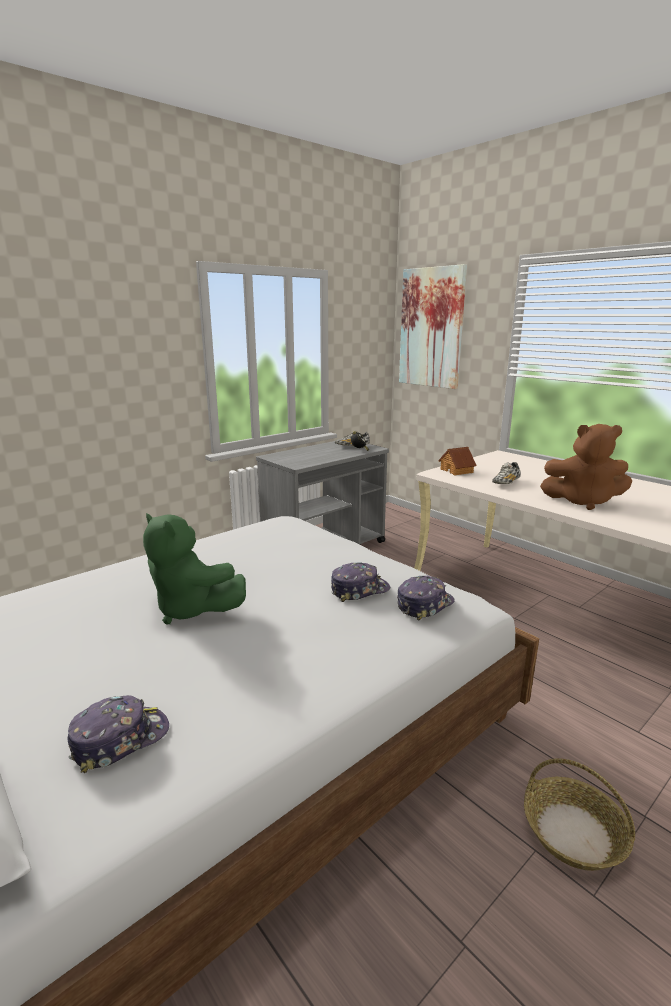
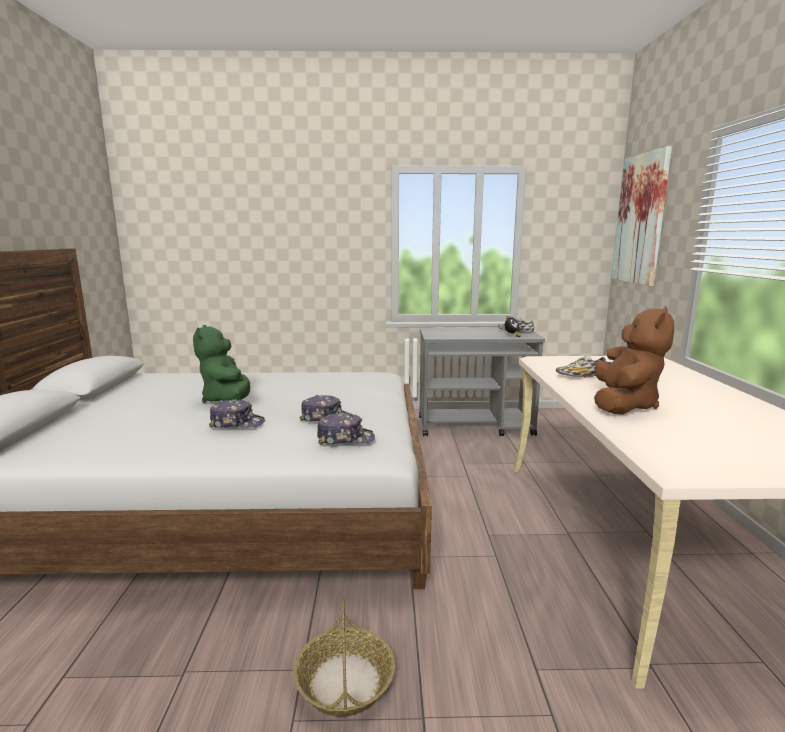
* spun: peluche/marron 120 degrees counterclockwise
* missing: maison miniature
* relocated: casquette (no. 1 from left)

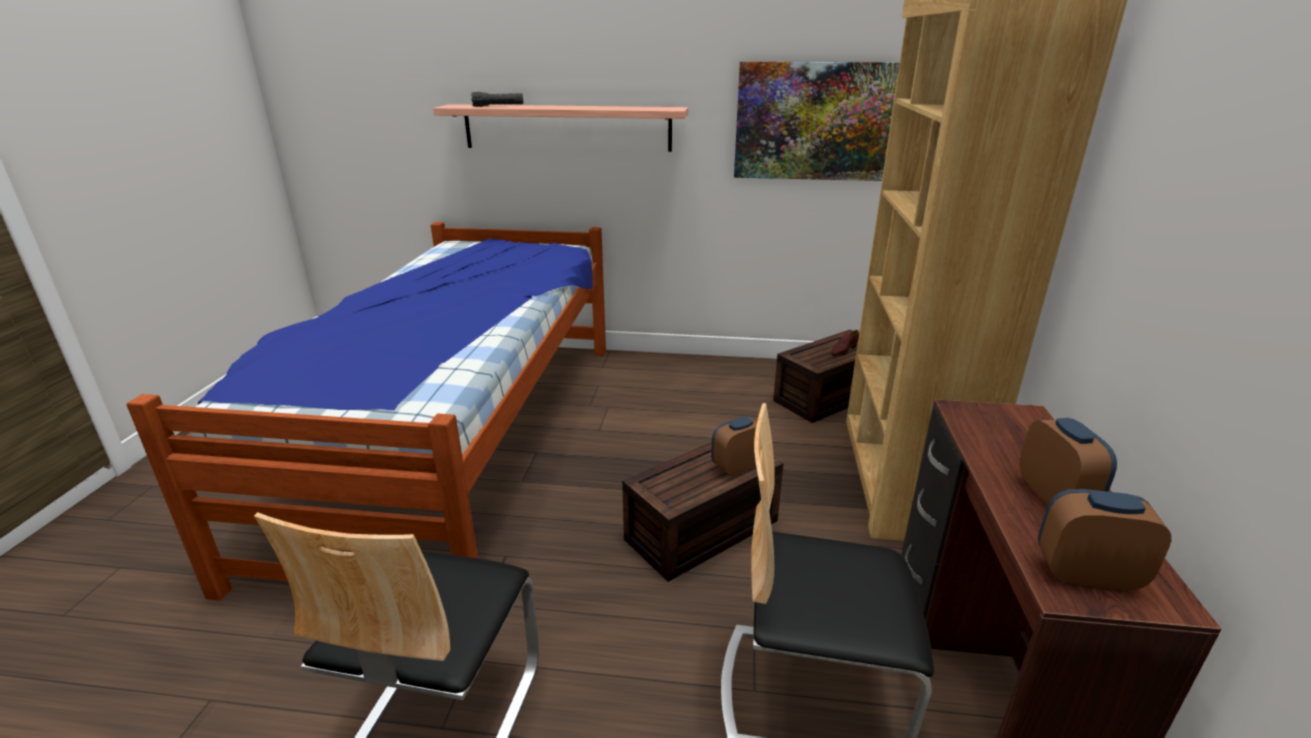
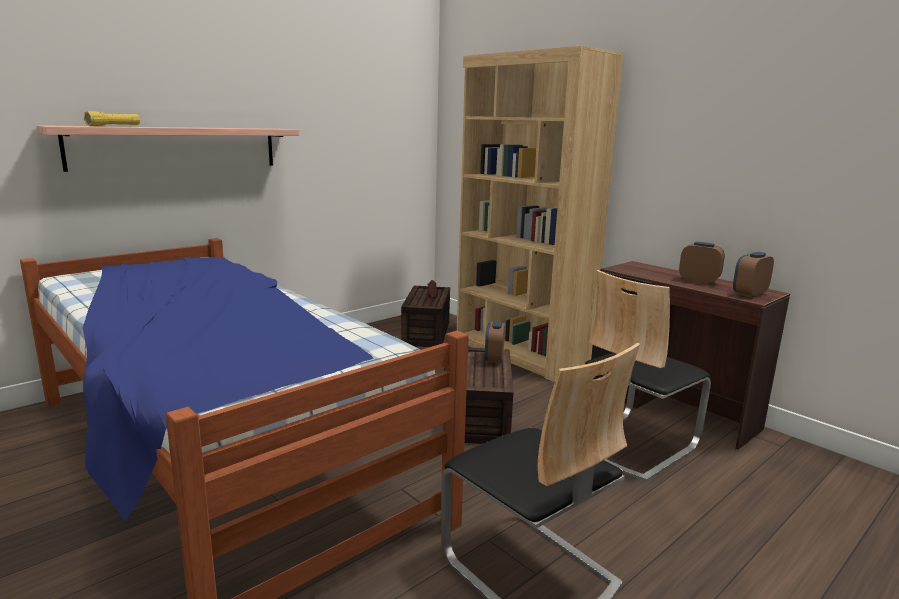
* missing: tableau
* colour: lampe de poche/noir to lampe de poche/jaune

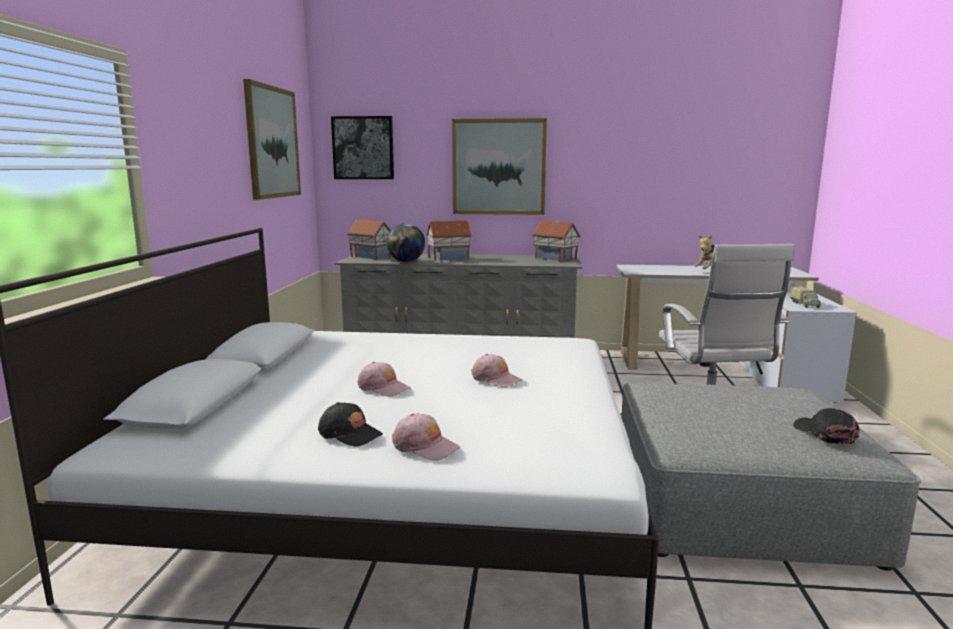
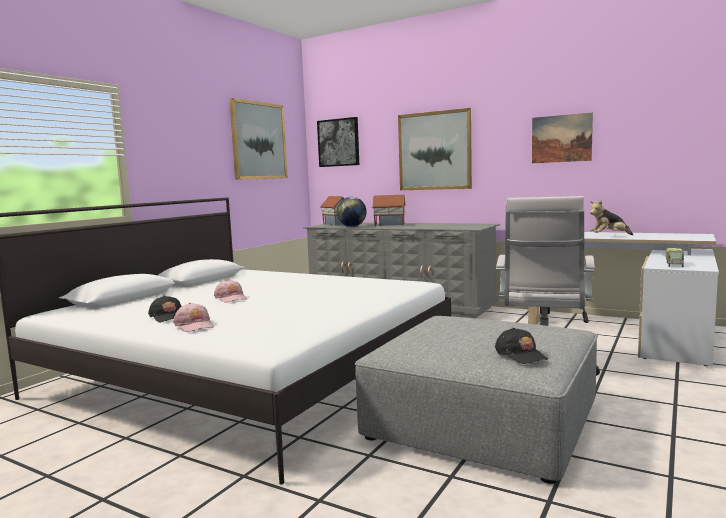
* missing: maison miniature (no. 3 from left)
* missing: casquette/rose (no. 3 from left)
* spun: casquette/noir (no. 2 from left) 150 degrees clockwise
* appeared: tableau (no. 4 from left)

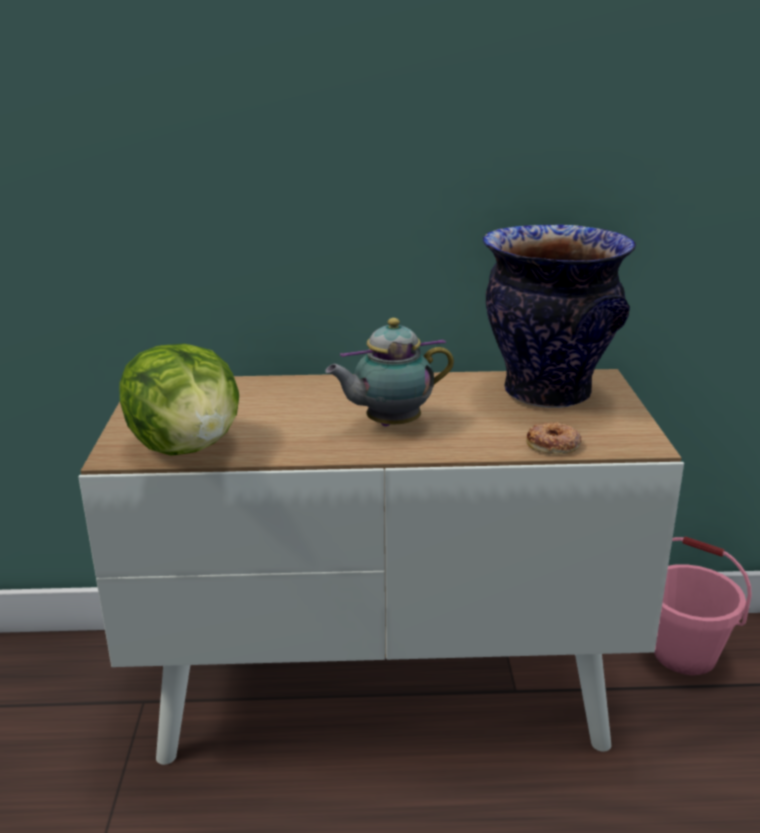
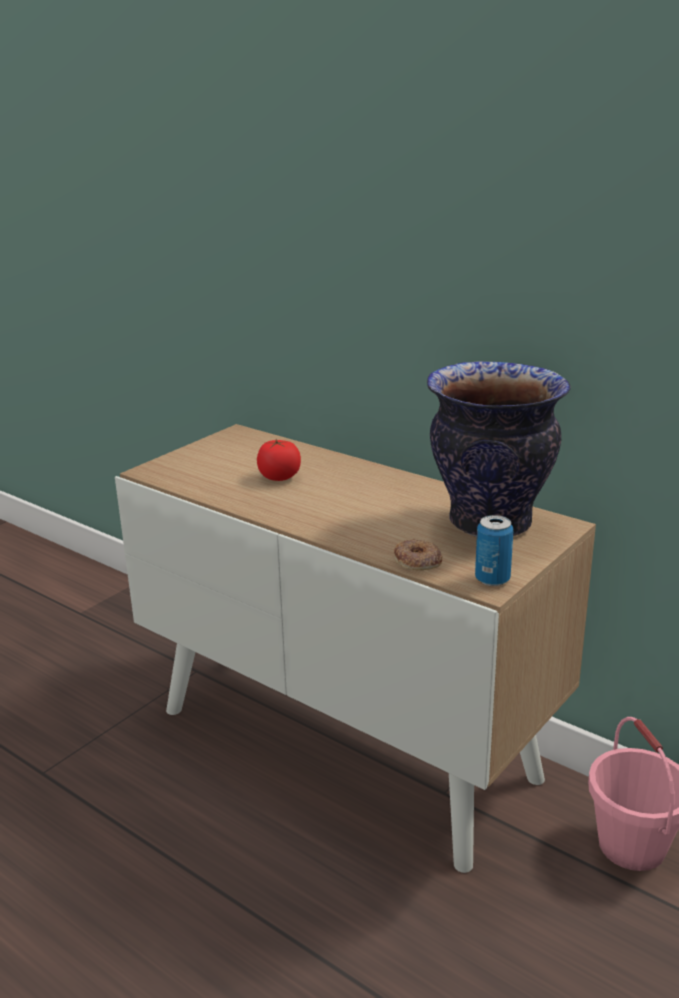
* missing: théière
* missing: laitue
* appeared: tomate
* appeared: boîte métallique

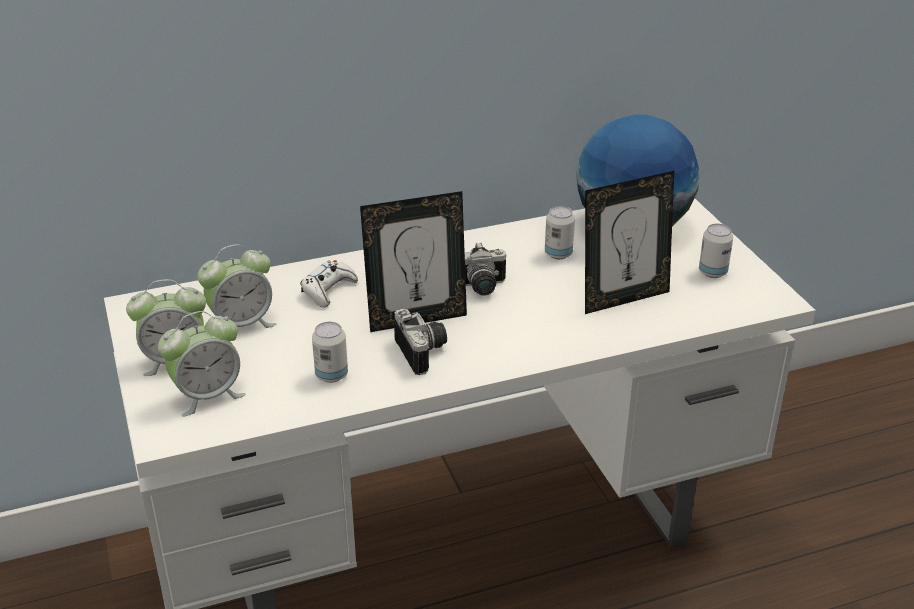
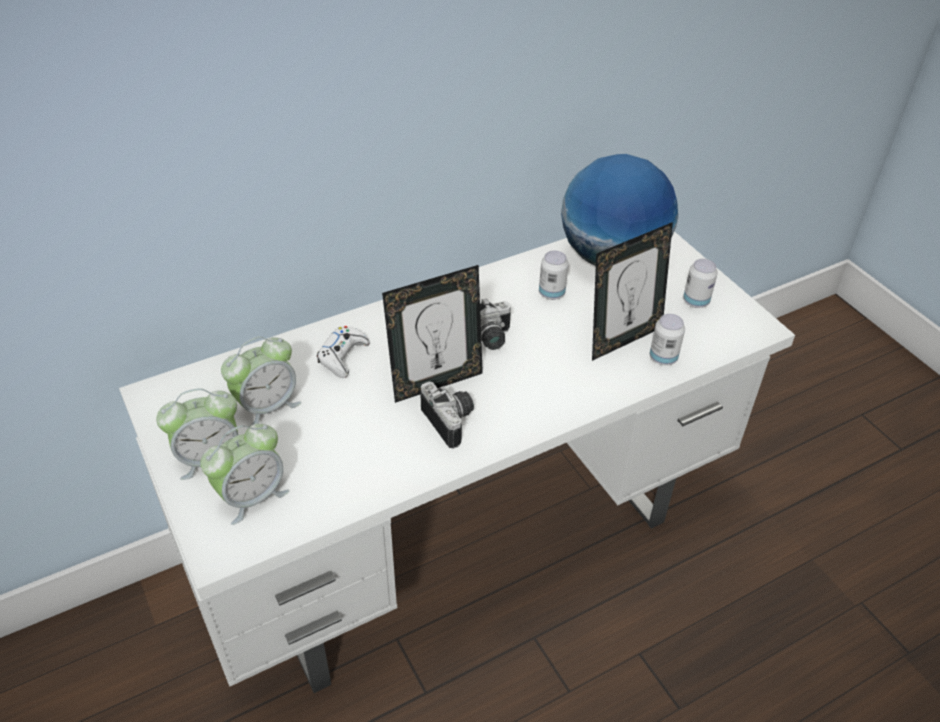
* relocated: boîte métallique (no. 1 from left in the first image) to boîte métallique (no. 2 from left)

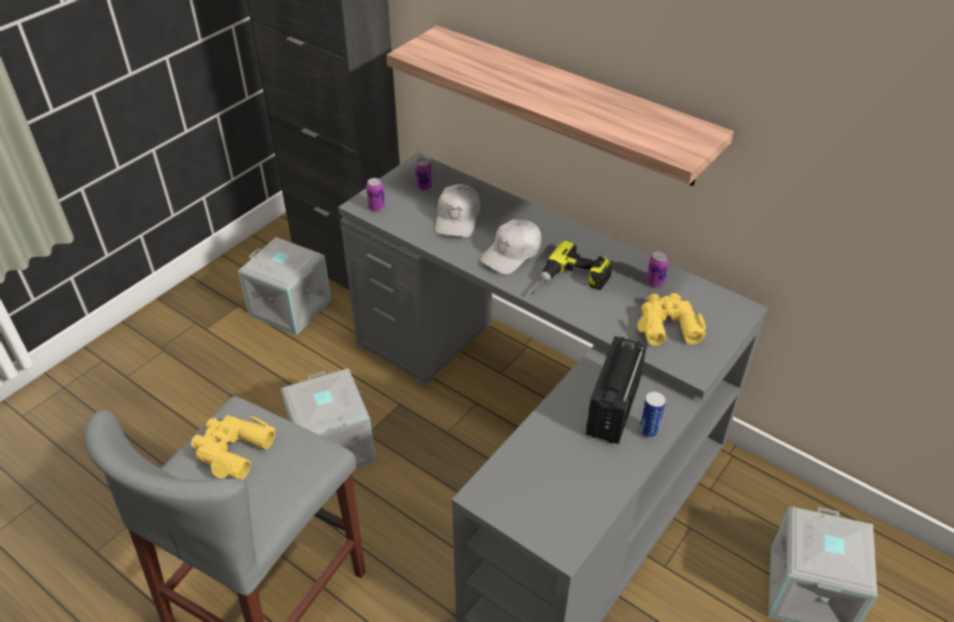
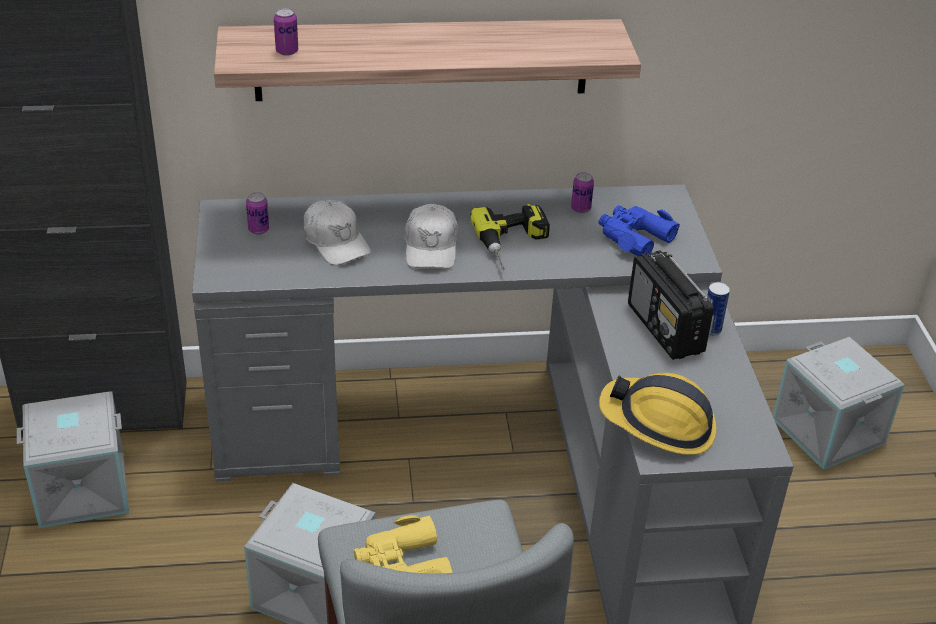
* relocated: boîte métallique (no. 1 from left in the first image) to boîte métallique (no. 2 from left)
* colour: jumelles/jaune (no. 2 from left) to jumelles/bleu
* appeared: casque de chantier

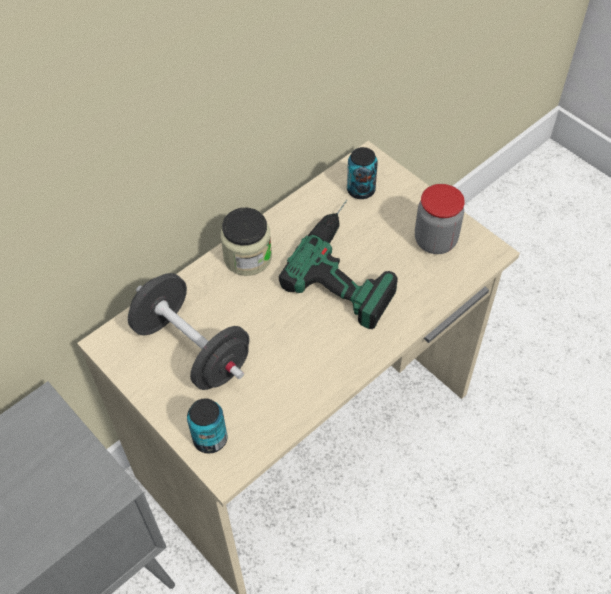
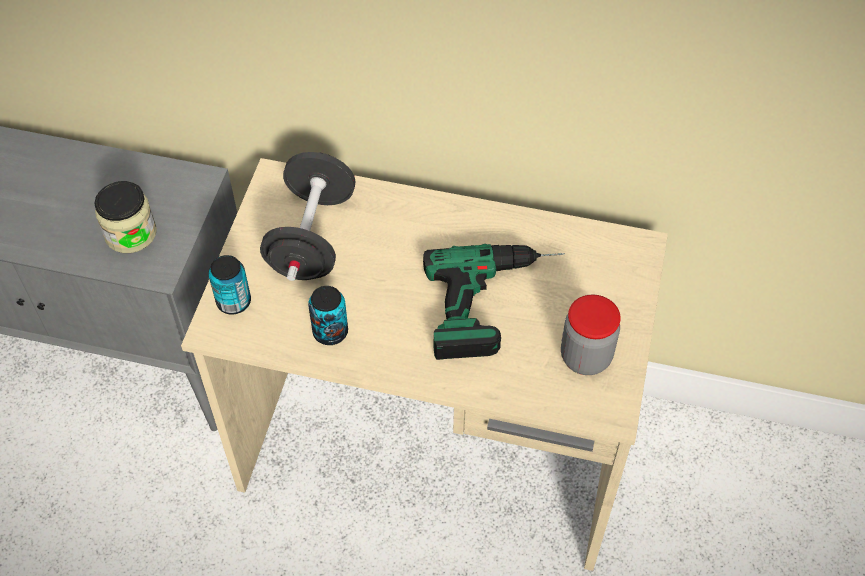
* relocated: boîte métallique (no. 2 from left)
* relocated: bocal (no. 1 from left)

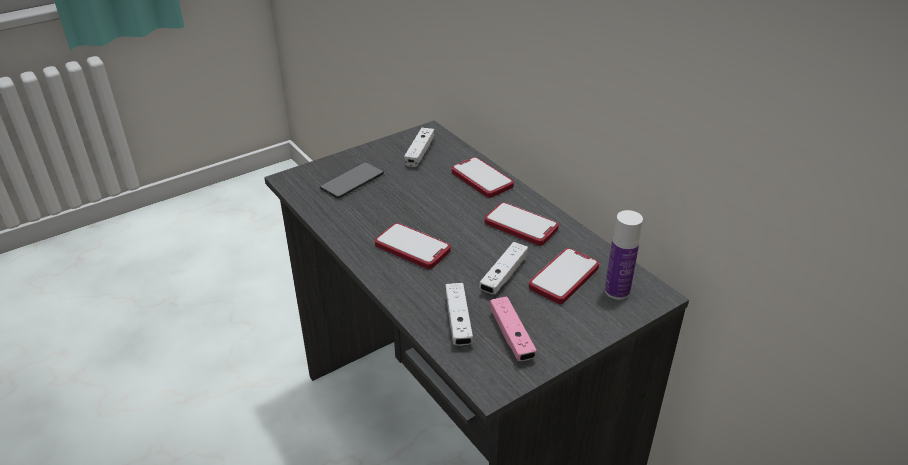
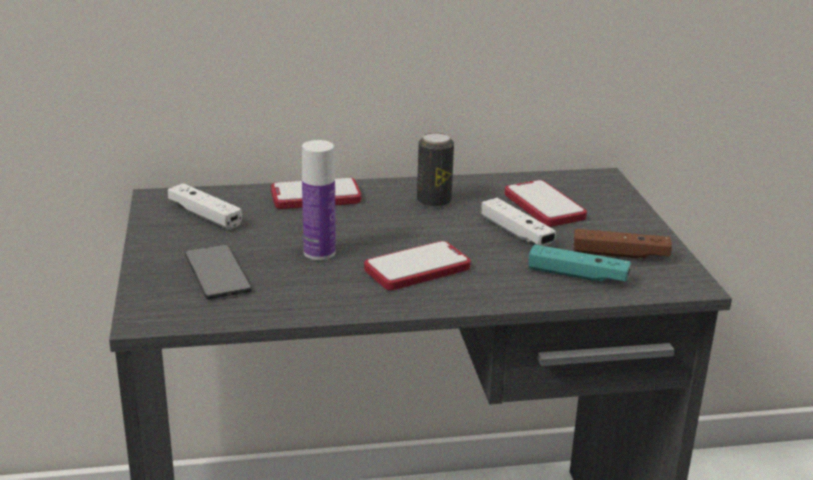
* exchanged: téléphone (no. 4 from left) to boîte métallique
* relocated: bouteille
* colour: manette/blanc (no. 2 from left) to manette/turquoise
* colour: manette/rose to manette/marron

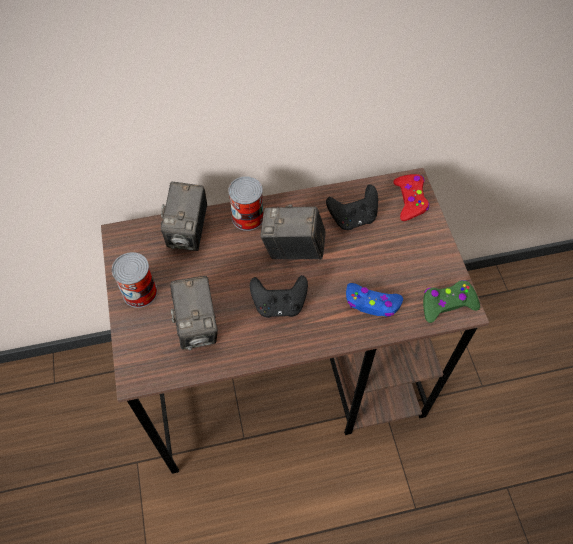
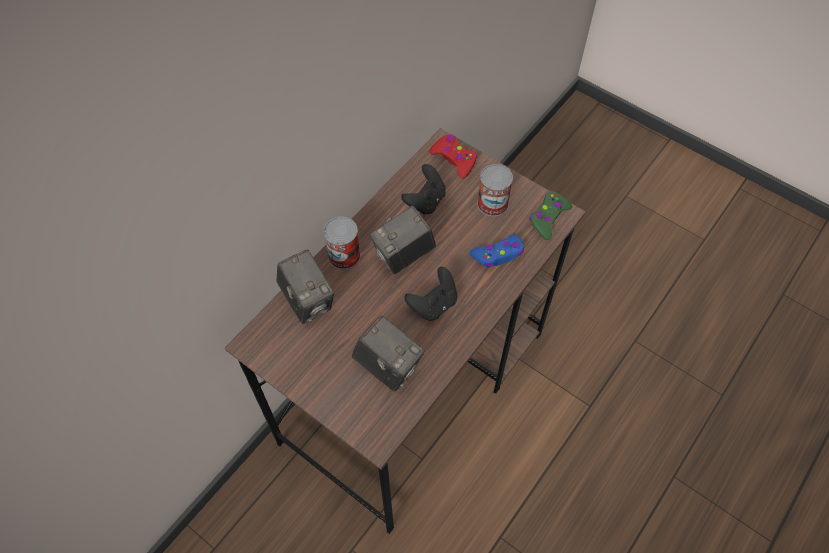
* relocated: boîte métallique (no. 1 from left in the first image) to boîte métallique (no. 2 from left)

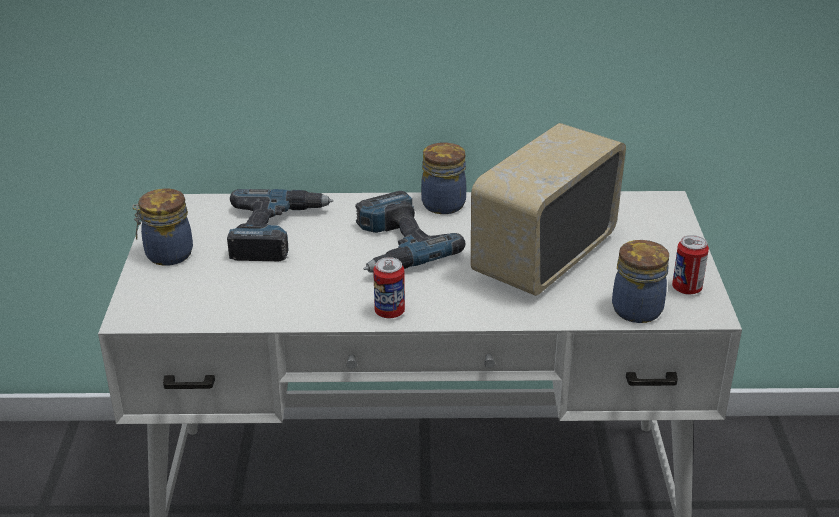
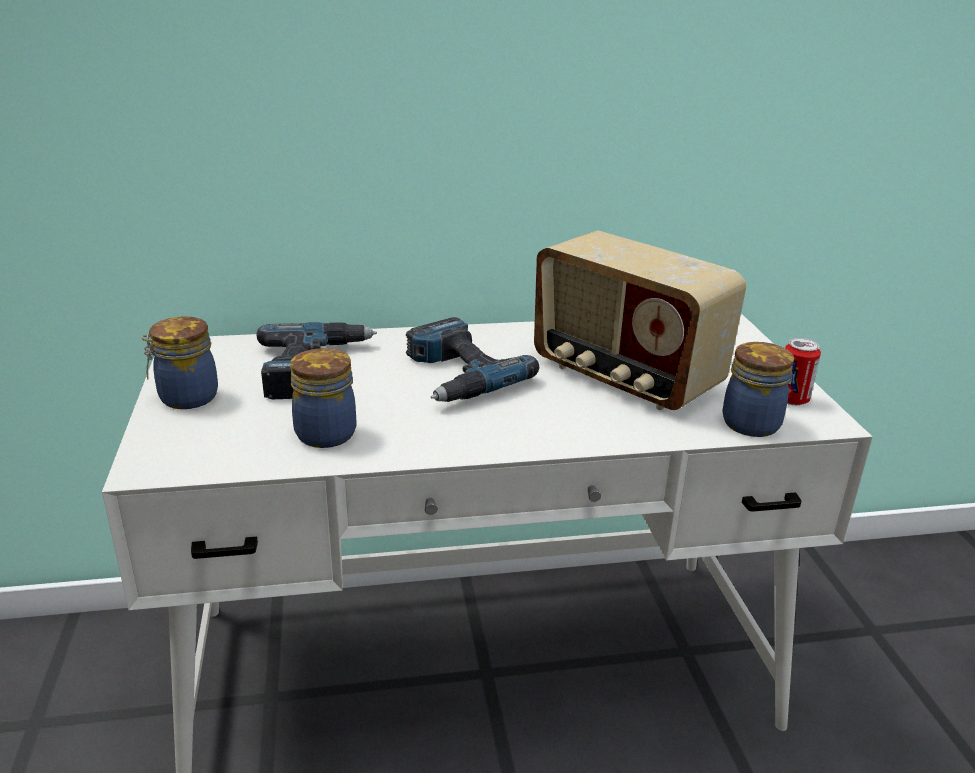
* spun: radio 75 degrees counterclockwise
* relocated: bocal (no. 2 from left)
* missing: boîte métallique (no. 1 from left)

